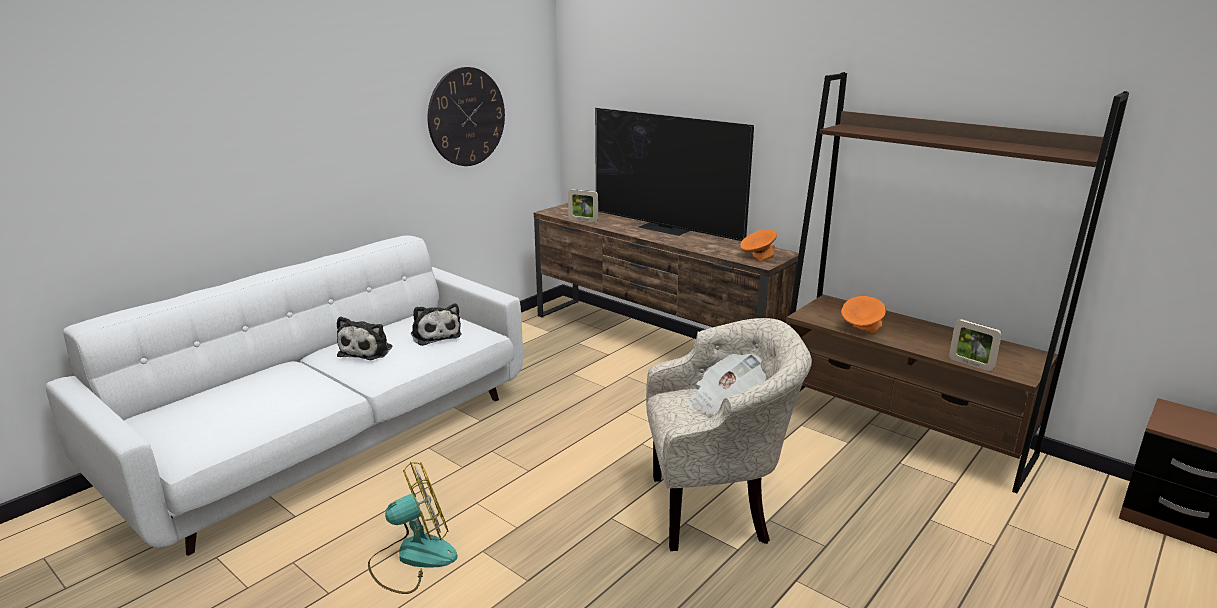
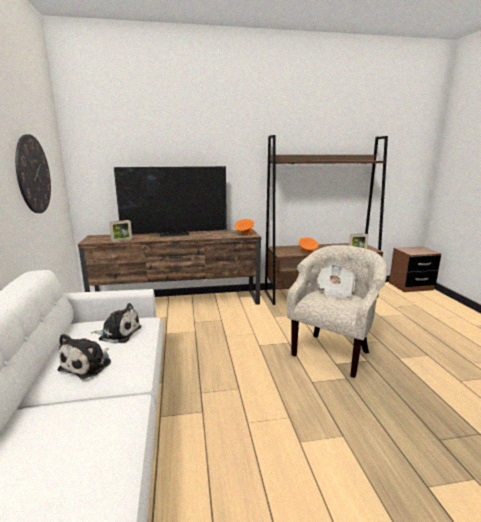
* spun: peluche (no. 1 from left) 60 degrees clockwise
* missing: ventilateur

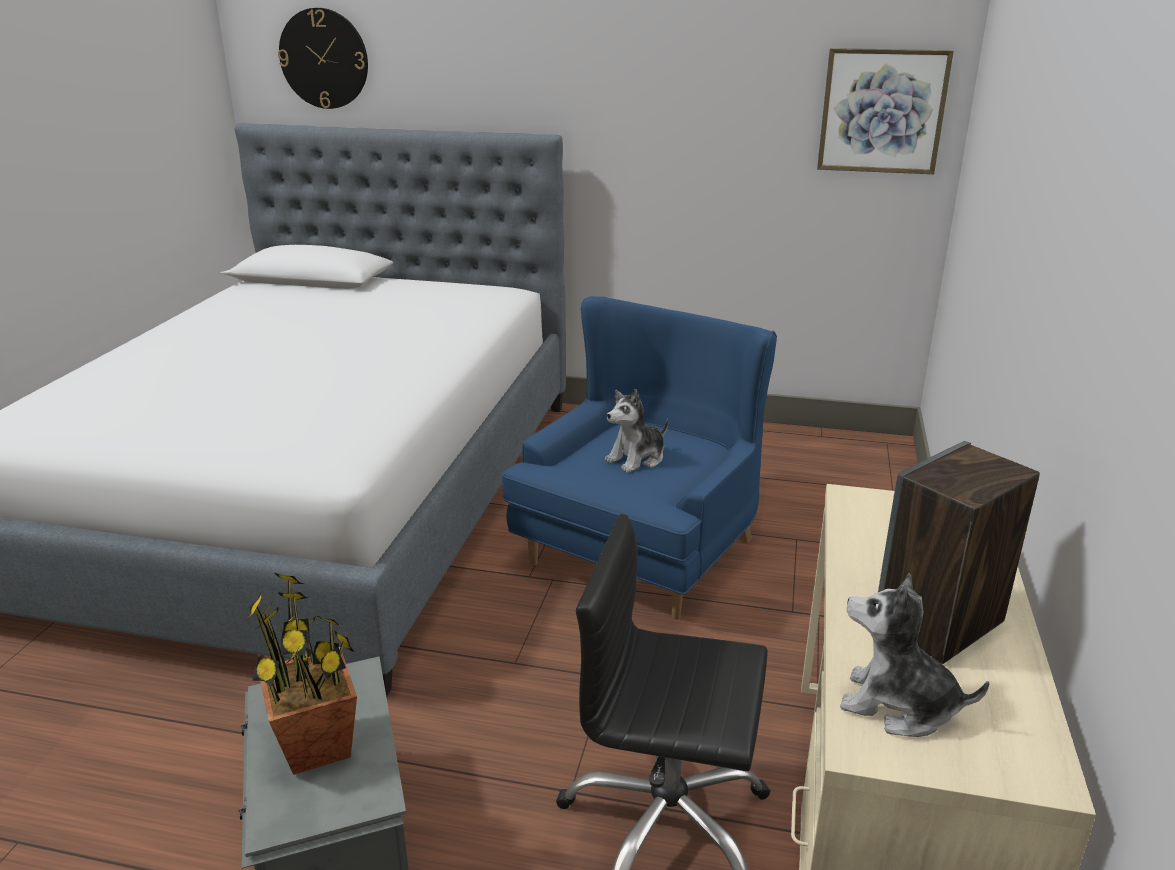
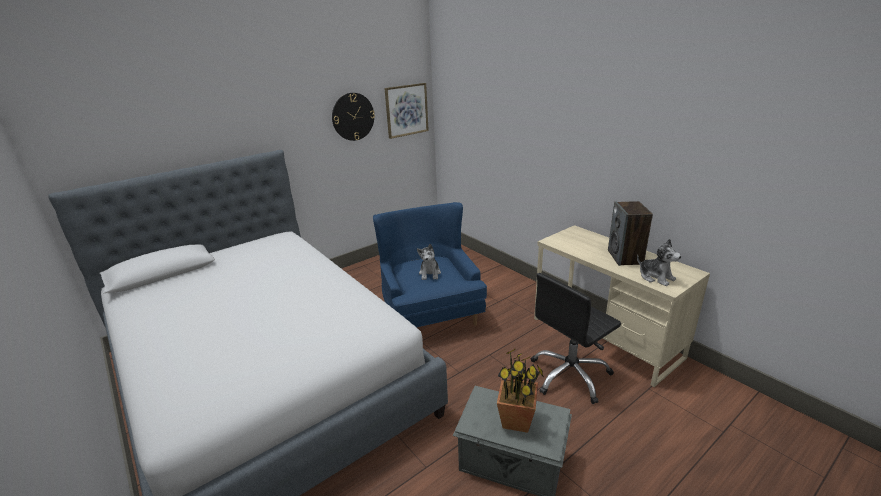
* relocated: horloge murale
* spun: peluche (no. 2 from left) 105 degrees counterclockwise

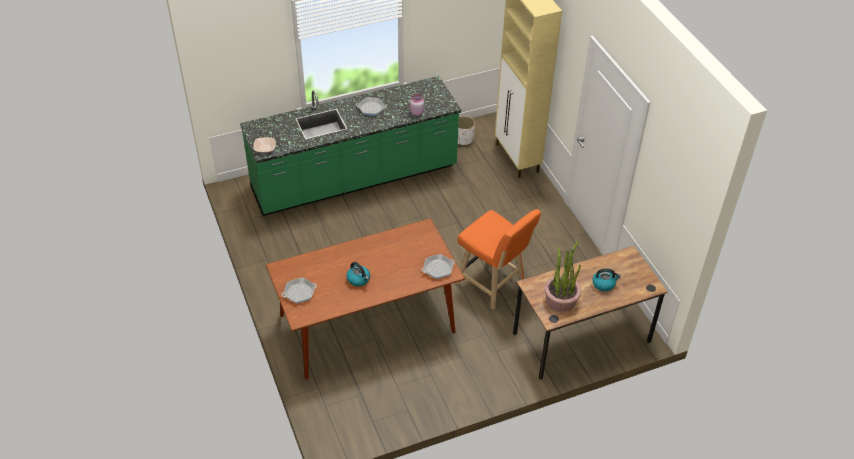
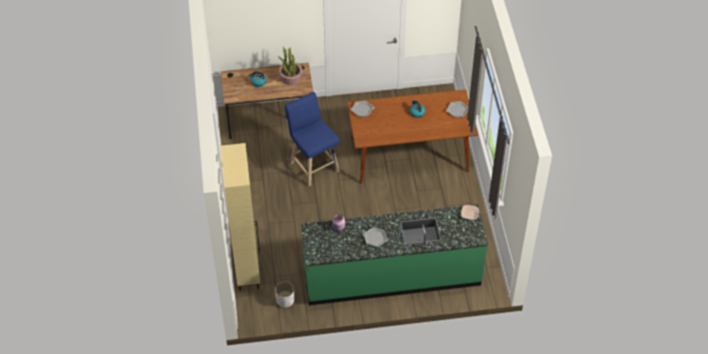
* colour: tabouret/orange to tabouret/bleu

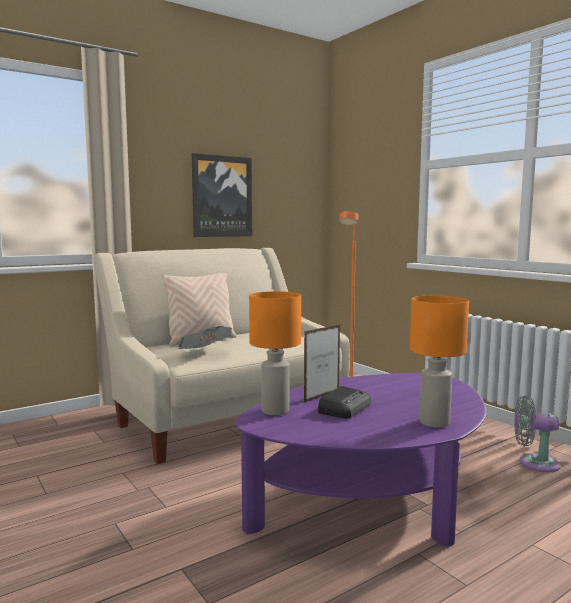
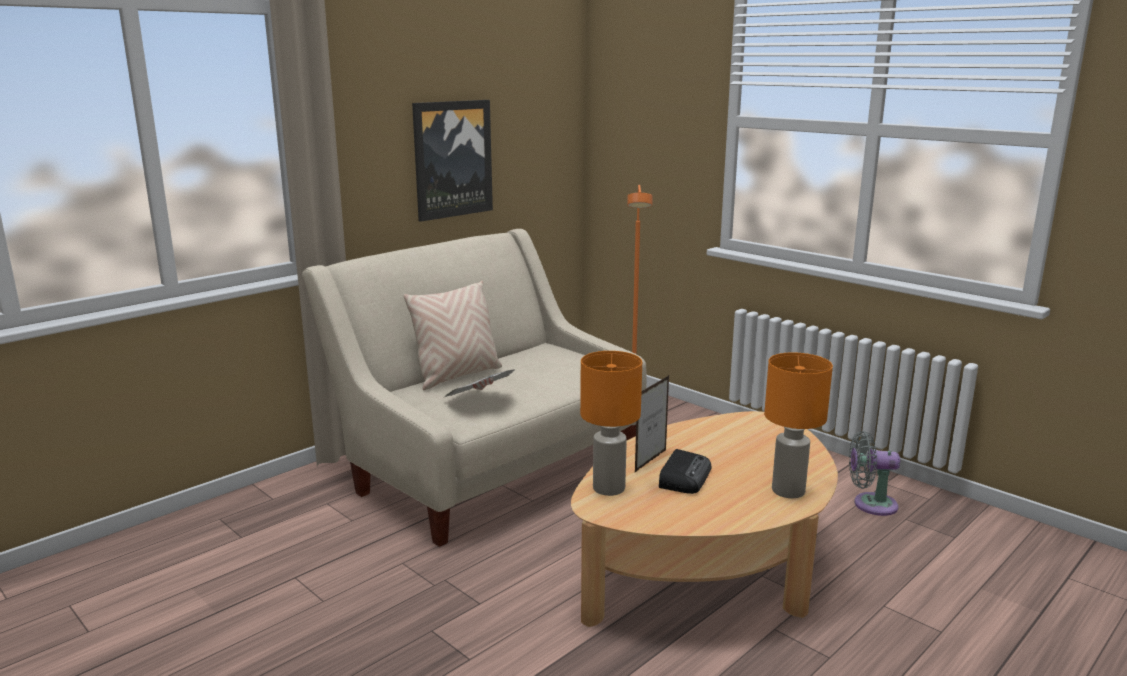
* colour: table basse/violet to table basse/beige

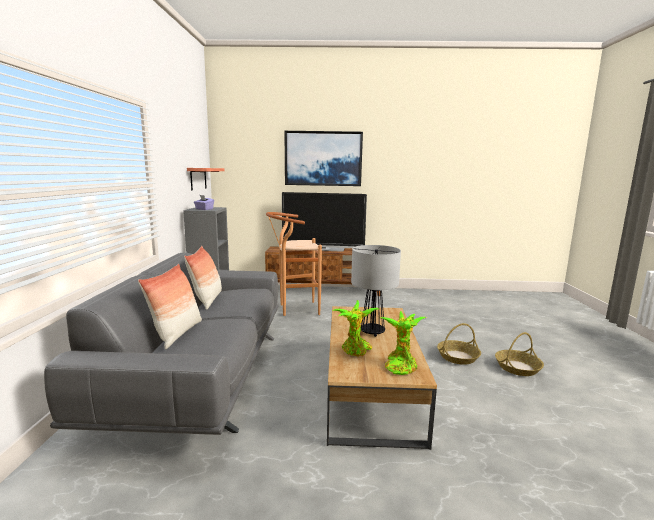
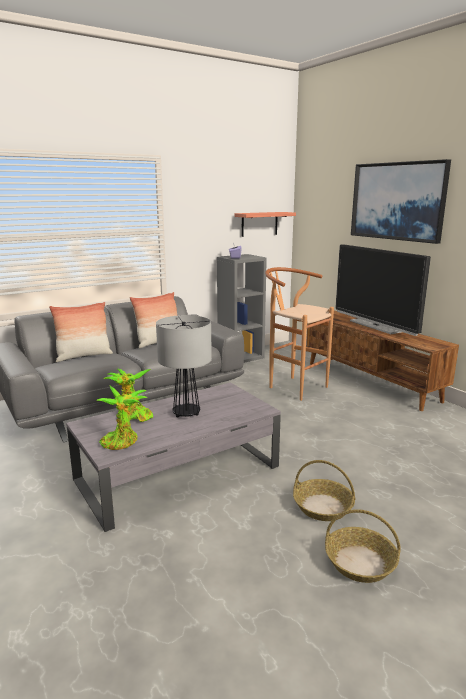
* colour: table basse/marron to table basse/gris

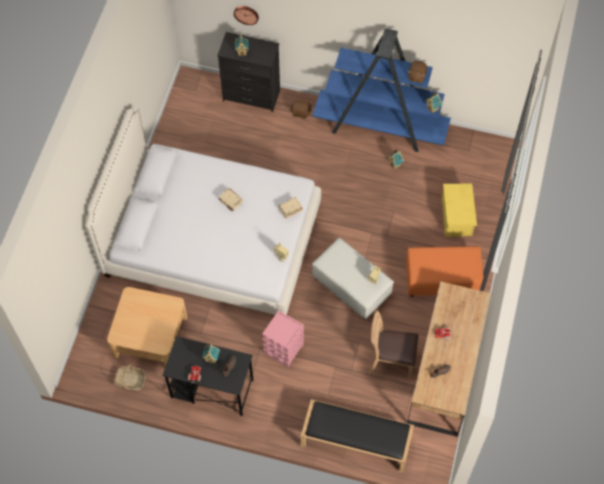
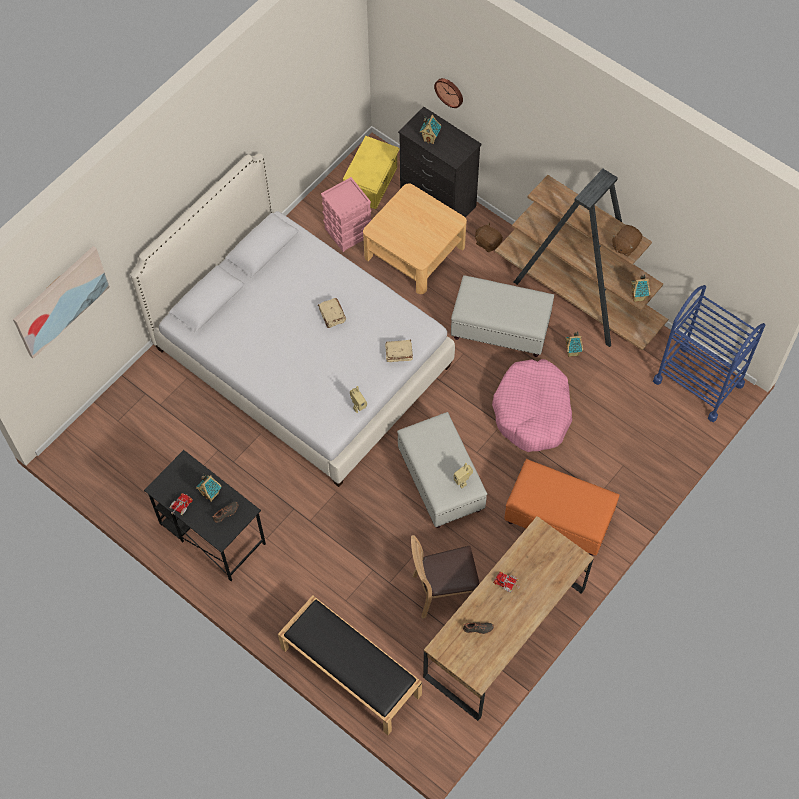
* colour: bibliothèque/bleu to bibliothèque/marron
* relocated: boîte de rangement/jaune
* relocated: table basse/beige
* relocated: boîte de rangement/rose
* spun: chaise/marron 45 degrees counterclockwise
* missing: panier
* appeared: tableau
* appeared: pouf/blanc (no. 2 from left)
* appeared: chariot/bleu
* appeared: panier pour chien/rose

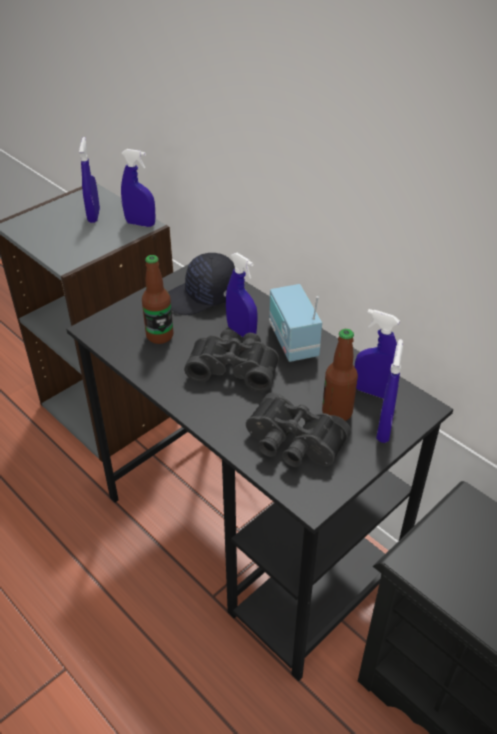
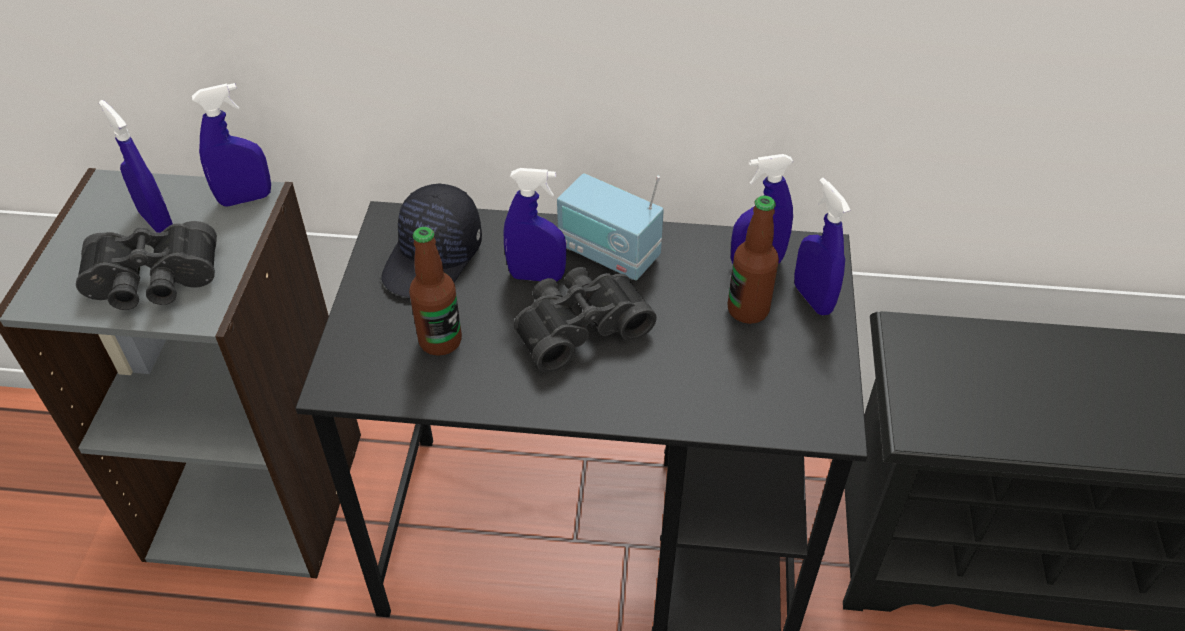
* relocated: jumelles/noir (no. 2 from left in the first image) to jumelles/noir (no. 1 from left)

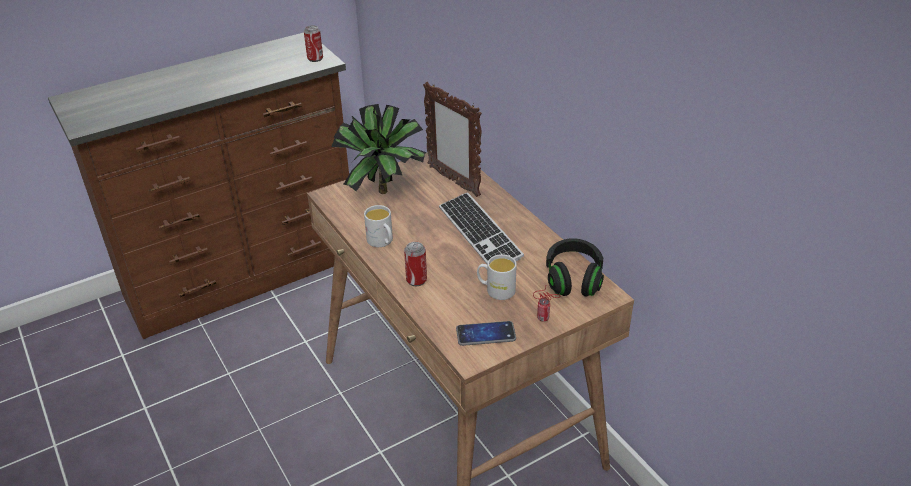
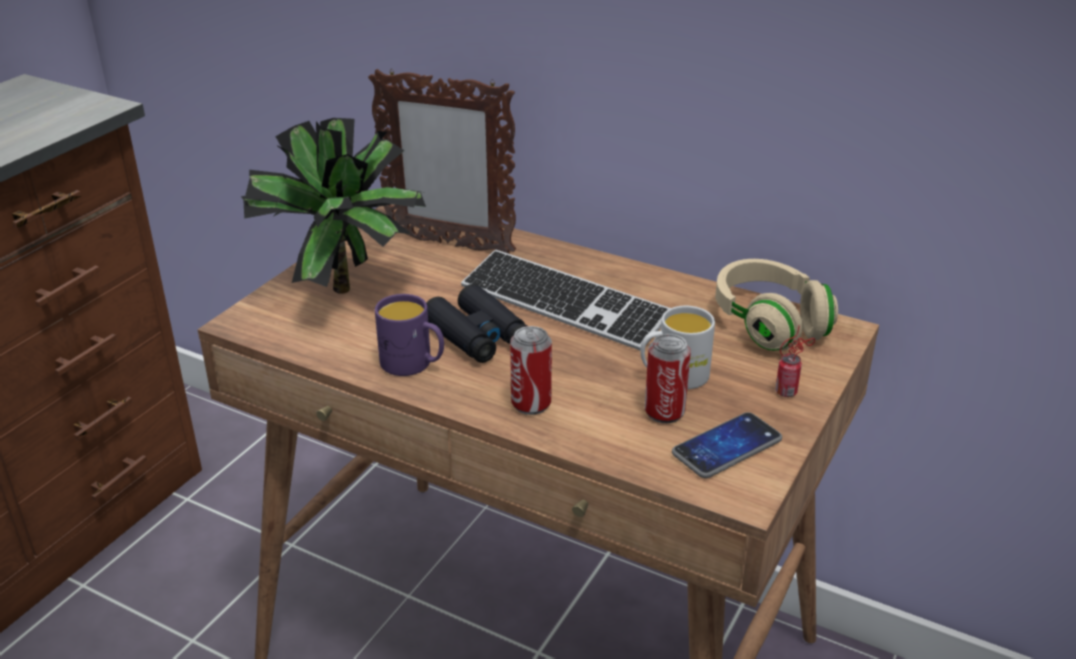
* relocated: boîte métallique (no. 1 from left in the first image) to boîte métallique (no. 2 from left)
* colour: mug/blanc (no. 1 from left) to mug/violet
* colour: casque audio/noir to casque audio/beige
* appeared: jumelles/noir

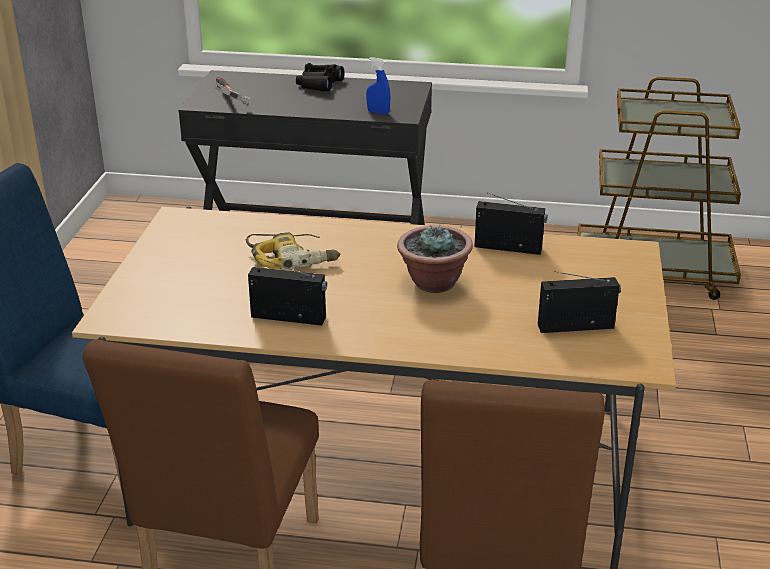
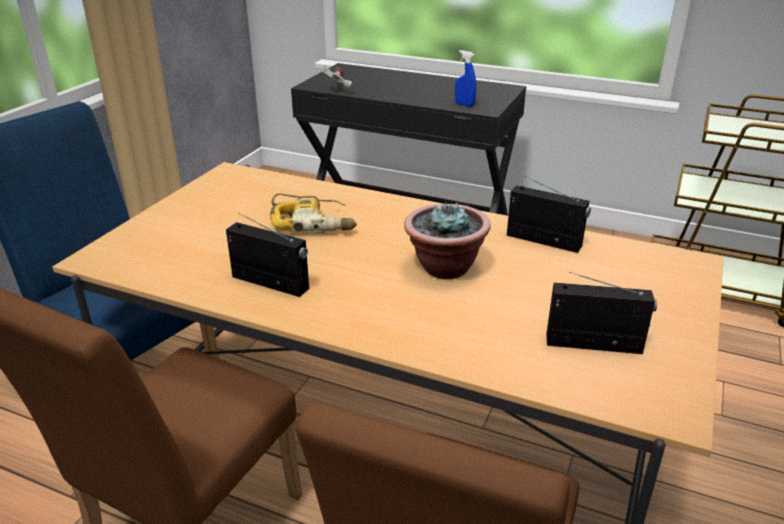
* missing: jumelles/noir

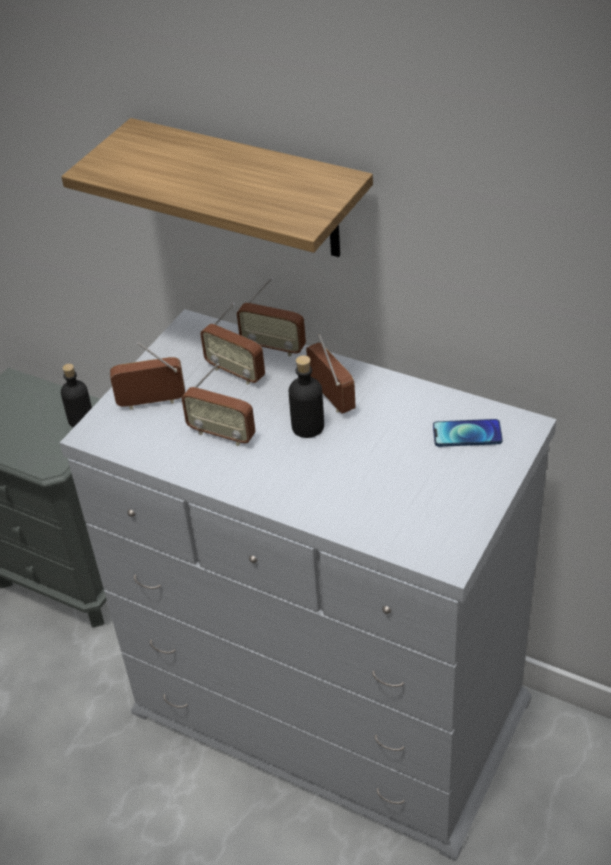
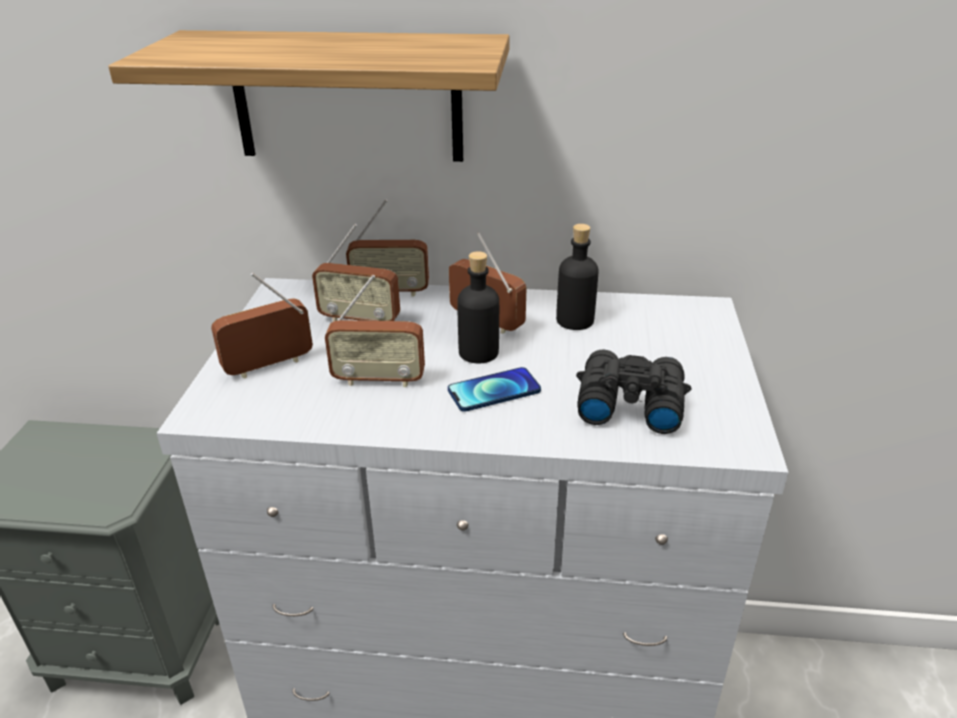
* relocated: bouteille/noir (no. 1 from left in the first image) to bouteille/noir (no. 2 from left)
* relocated: téléphone
* appeared: jumelles/noir

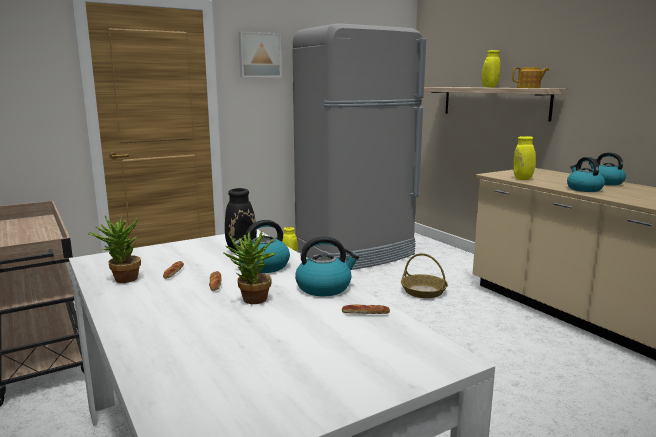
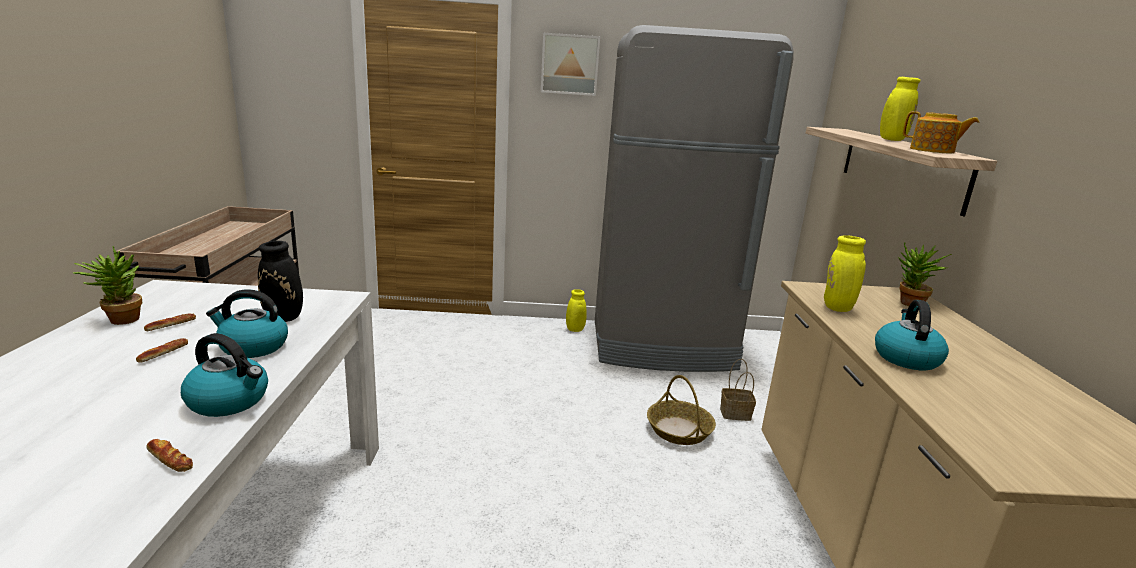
* missing: bouilloire (no. 4 from left)
* relocated: plante en pot (no. 2 from left)
* appeared: panier (no. 2 from left)

